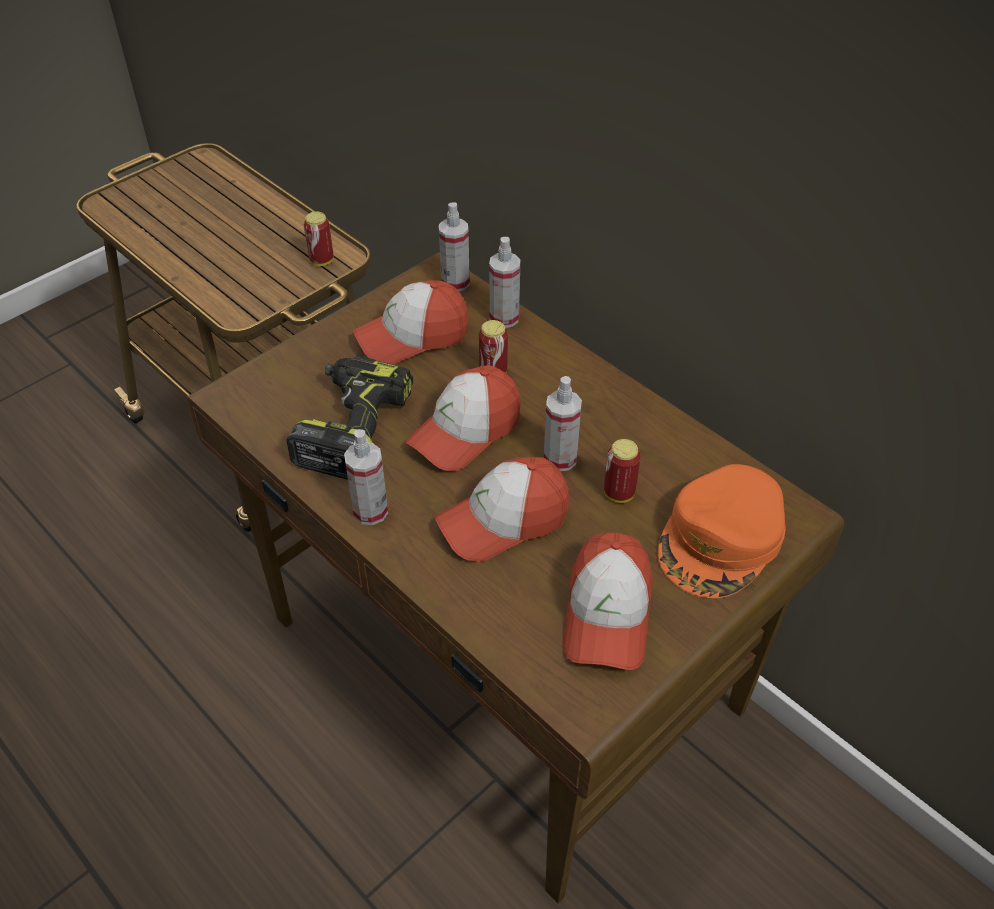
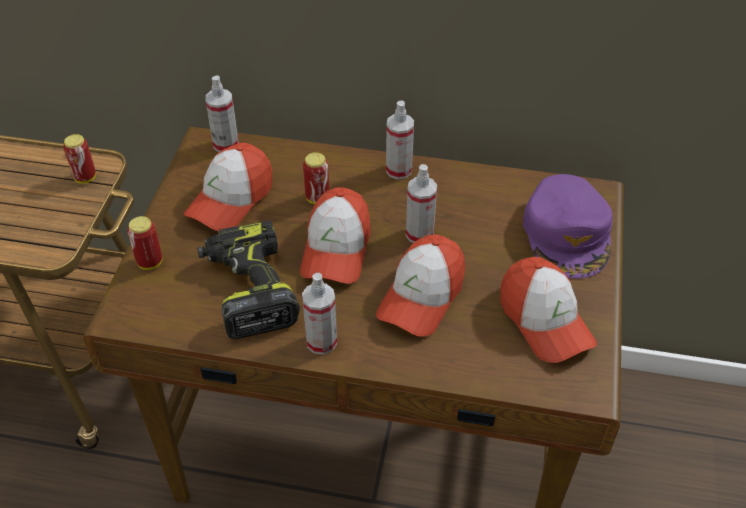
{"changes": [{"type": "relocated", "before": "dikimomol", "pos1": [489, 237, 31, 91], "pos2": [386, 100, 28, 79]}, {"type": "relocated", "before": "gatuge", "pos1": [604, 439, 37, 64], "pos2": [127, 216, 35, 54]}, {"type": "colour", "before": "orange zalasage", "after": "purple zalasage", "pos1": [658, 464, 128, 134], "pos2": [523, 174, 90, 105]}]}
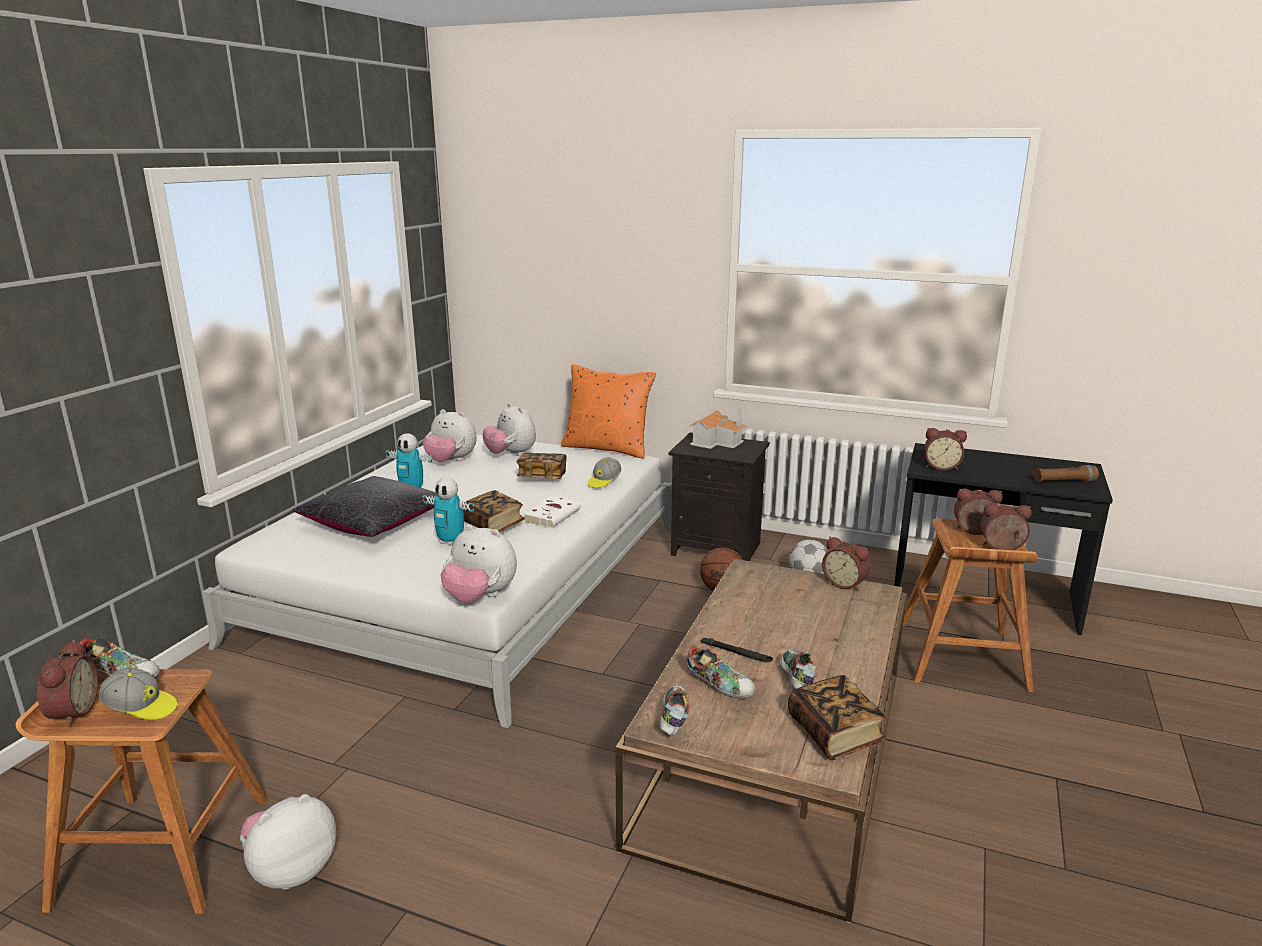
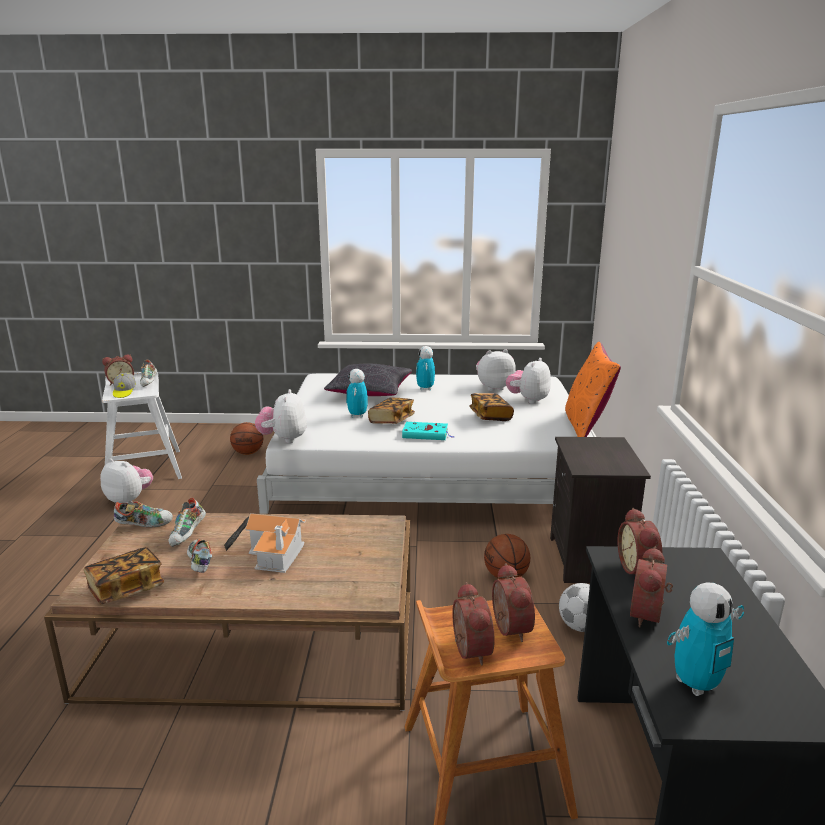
{"changes": [{"type": "colour", "before": "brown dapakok", "after": "white dapakok", "pos1": [15, 669, 253, 245], "pos2": [102, 372, 80, 107]}, {"type": "spun", "before": "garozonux", "pos1": [423, 409, 54, 53], "pos2": [476, 349, 40, 42], "turn": 75}, {"type": "colour", "before": "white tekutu", "after": "turquoise tekutu", "pos1": [524, 496, 57, 32], "pos2": [402, 422, 53, 18]}, {"type": "missing", "before": "zalasage", "pos1": [588, 458, 34, 30]}, {"type": "relocated", "before": "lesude", "pos1": [689, 408, 58, 41], "pos2": [245, 513, 61, 60]}, {"type": "spun", "before": "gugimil", "pos1": [780, 649, 37, 40], "pos2": [187, 539, 25, 34], "turn": -90}, {"type": "relocated", "before": "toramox", "pos1": [822, 537, 48, 54], "pos2": [630, 547, 43, 80]}, {"type": "exchanged", "before": "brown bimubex", "after": "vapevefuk", "pos1": [1034, 465, 65, 17], "pos2": [667, 582, 77, 114]}, {"type": "appeared", "after": "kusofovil", "pos2": [230, 422, 33, 33]}]}
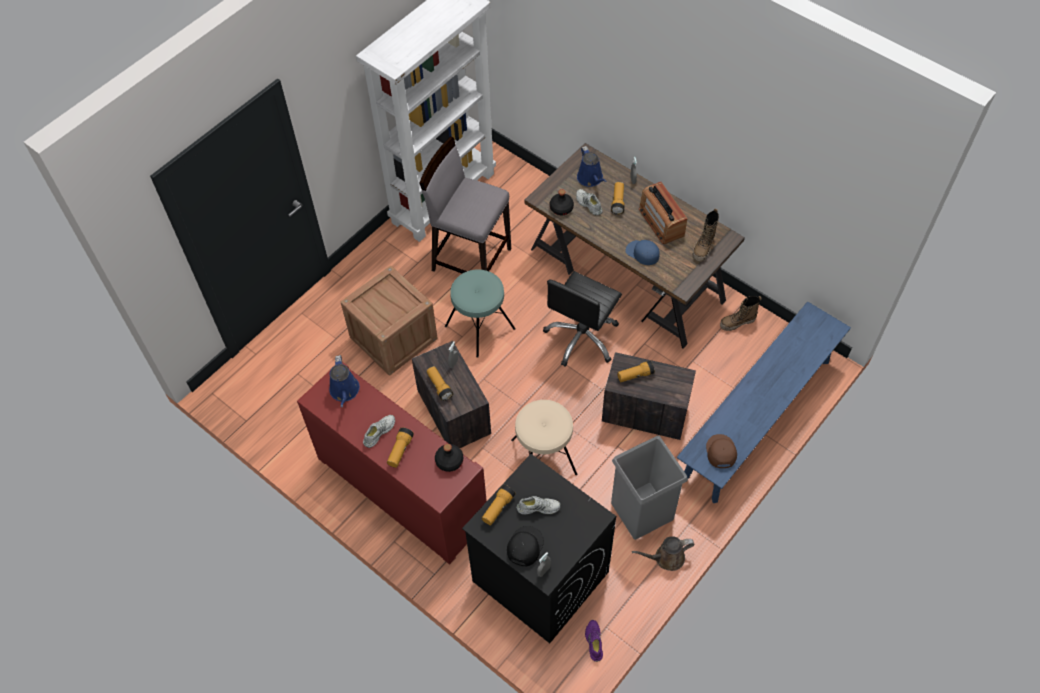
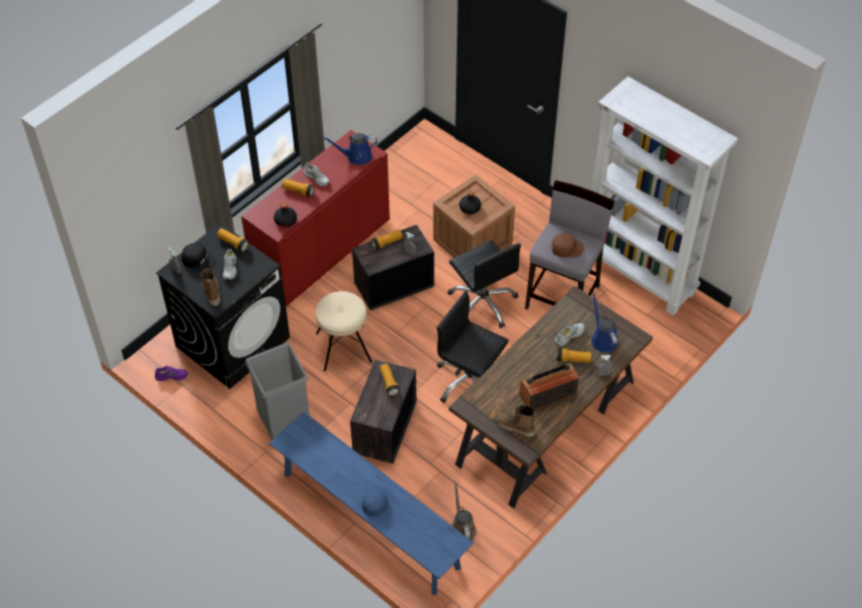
{"changes": [{"type": "exchanged", "before": "turquoise dapakok", "after": "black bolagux", "pos1": [445, 270, 71, 88], "pos2": [448, 240, 73, 88]}, {"type": "relocated", "before": "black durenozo", "pos1": [550, 189, 24, 26], "pos2": [459, 191, 22, 23]}, {"type": "spun", "before": "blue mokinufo", "pos1": [577, 146, 30, 41], "pos2": [591, 292, 27, 61], "turn": 90}, {"type": "relocated", "before": "blue zalasage", "pos1": [625, 240, 35, 25], "pos2": [362, 487, 33, 29]}, {"type": "relocated", "before": "brown mokinufo", "pos1": [632, 536, 63, 35], "pos2": [451, 481, 26, 60]}, {"type": "relocated", "before": "brown zalasage", "pos1": [706, 434, 31, 34], "pos2": [552, 233, 33, 25]}, {"type": "relocated", "before": "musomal", "pos1": [720, 296, 42, 35], "pos2": [200, 268, 20, 38]}]}
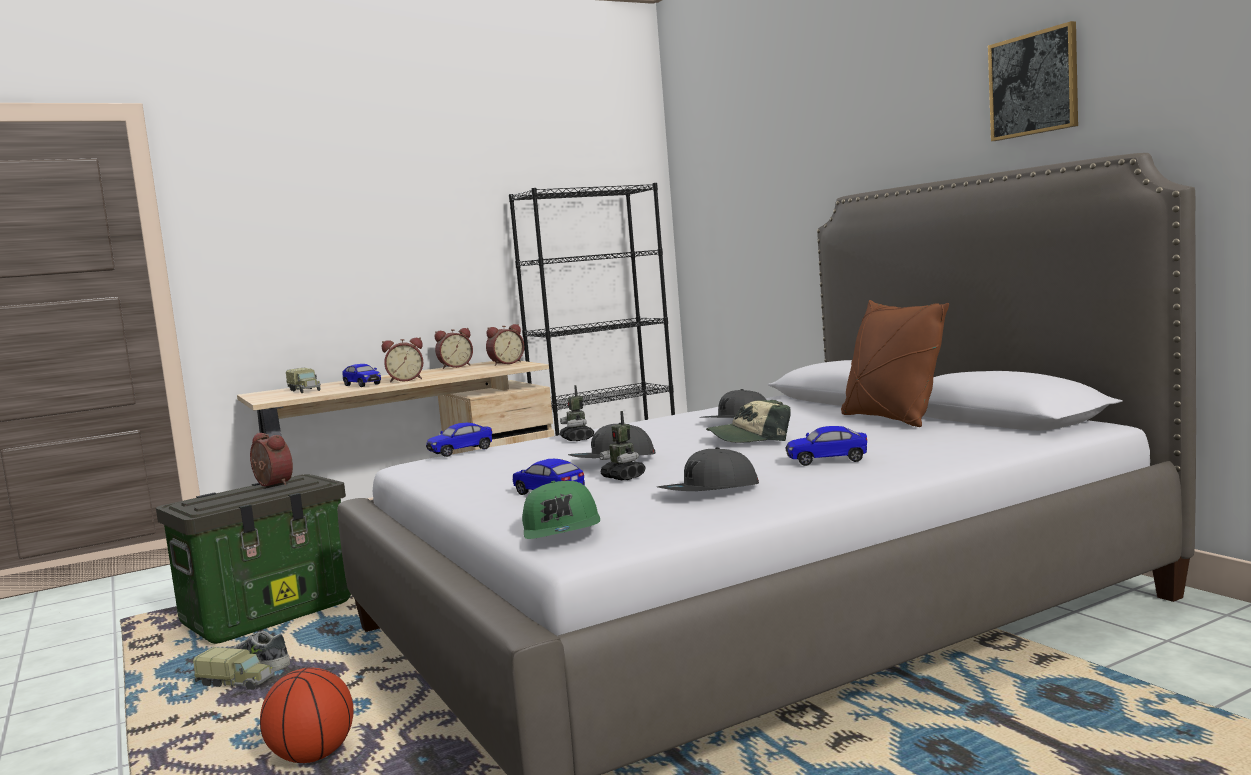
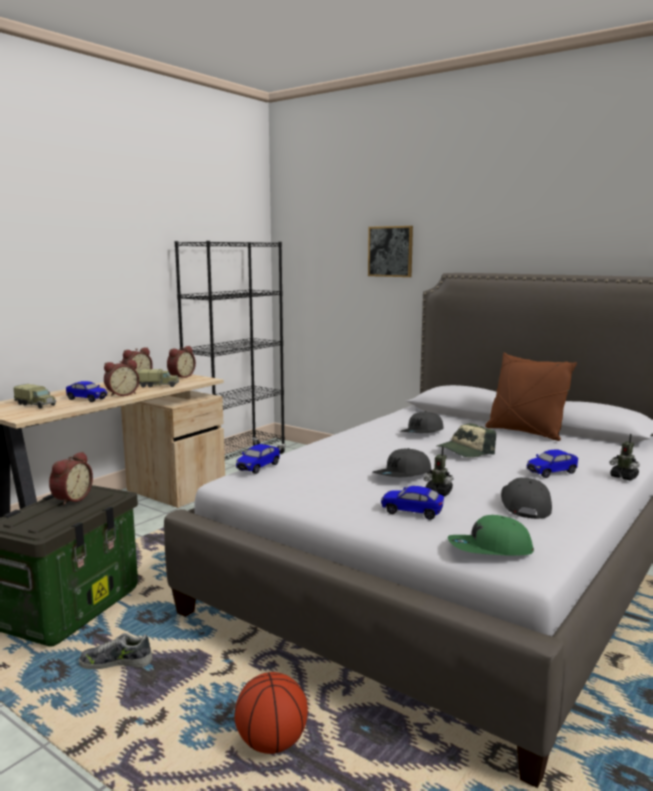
{"changes": [{"type": "relocated", "before": "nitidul", "pos1": [193, 647, 82, 43], "pos2": [137, 369, 42, 19]}, {"type": "spun", "before": "toramox", "pos1": [250, 433, 43, 53], "pos2": [49, 452, 44, 54], "turn": 90}, {"type": "spun", "before": "green zalasage", "pos1": [522, 481, 78, 58], "pos2": [448, 515, 86, 41], "turn": 120}, {"type": "relocated", "before": "vapevefuk", "pos1": [560, 385, 34, 56], "pos2": [609, 434, 31, 46]}, {"type": "spun", "before": "grey zalasage", "pos1": [658, 447, 101, 44], "pos2": [501, 478, 51, 41], "turn": 150}, {"type": "relocated", "before": "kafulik", "pos1": [988, 21, 90, 120], "pos2": [368, 226, 45, 51]}]}
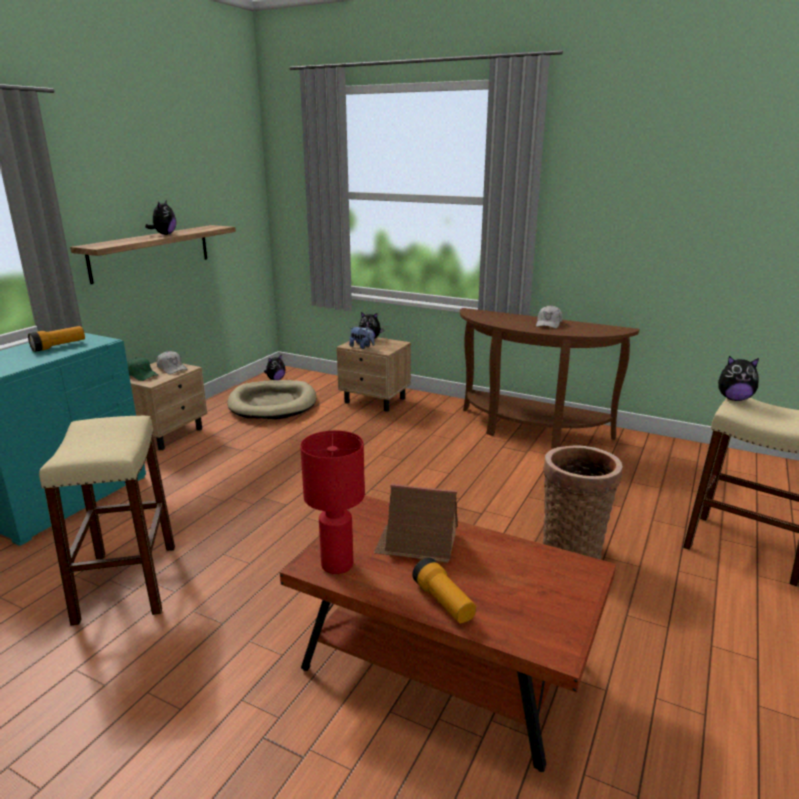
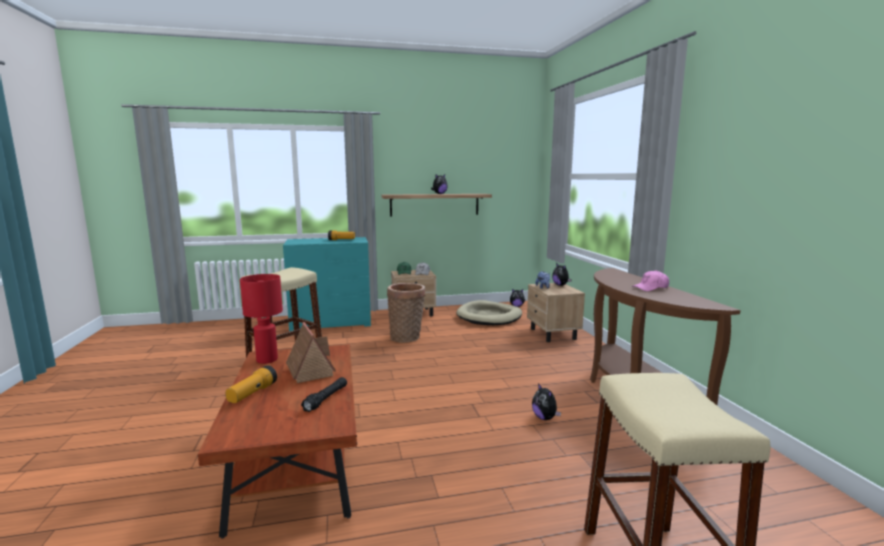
{"changes": [{"type": "colour", "before": "white zalasage", "after": "pink zalasage", "pos1": [536, 305, 27, 24], "pos2": [632, 270, 37, 21]}, {"type": "relocated", "before": "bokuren", "pos1": [543, 445, 80, 114], "pos2": [387, 283, 39, 60]}, {"type": "relocated", "before": "garozonux", "pos1": [718, 356, 41, 45], "pos2": [532, 383, 29, 37]}, {"type": "appeared", "after": "black bimubex", "pos2": [301, 377, 46, 35]}]}
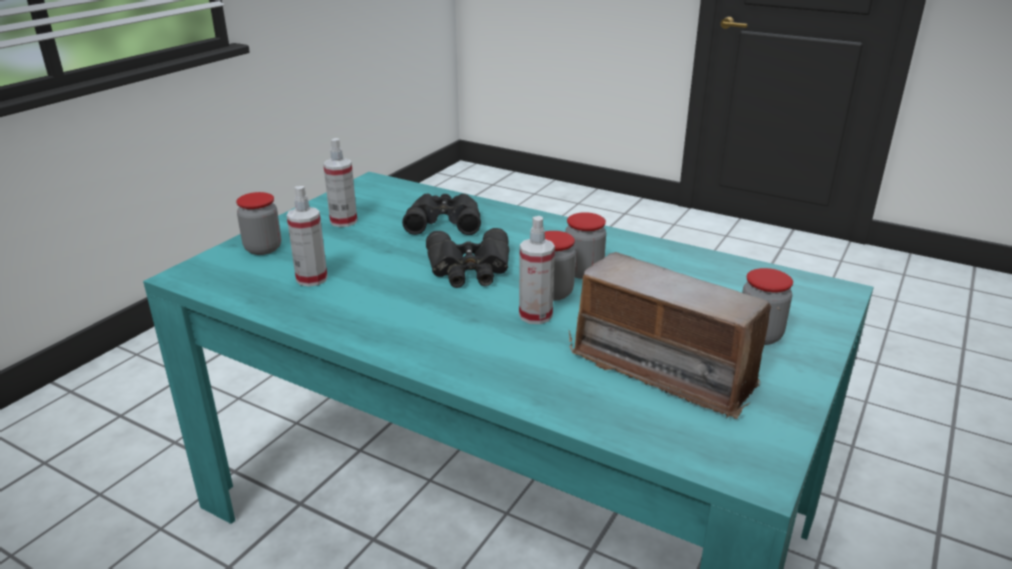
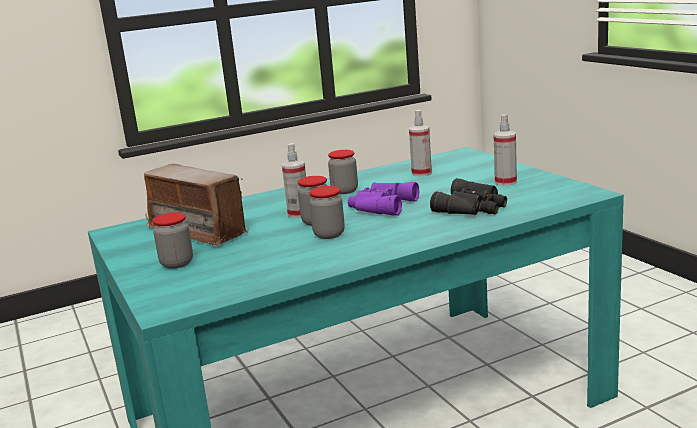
{"changes": [{"type": "relocated", "before": "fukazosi", "pos1": [236, 192, 45, 63], "pos2": [328, 150, 30, 44]}, {"type": "colour", "before": "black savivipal", "after": "purple savivipal", "pos1": [426, 228, 83, 60], "pos2": [348, 182, 71, 34]}, {"type": "spun", "before": "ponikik", "pos1": [569, 252, 212, 167], "pos2": [144, 164, 105, 83], "turn": -120}]}
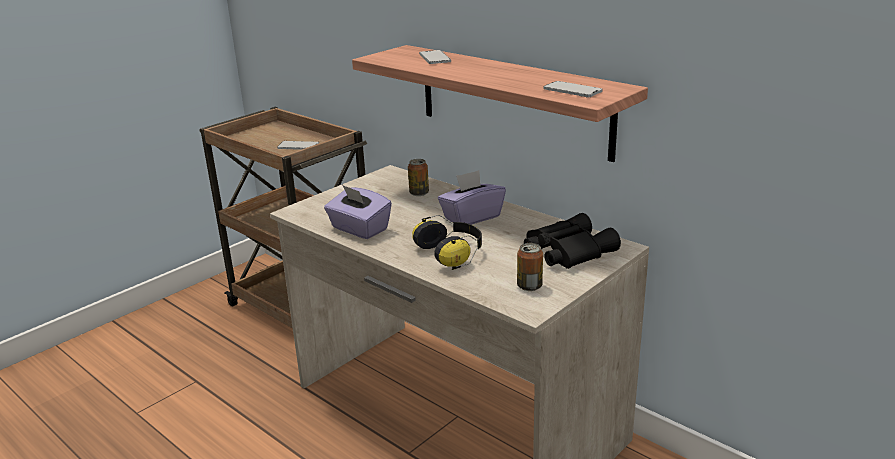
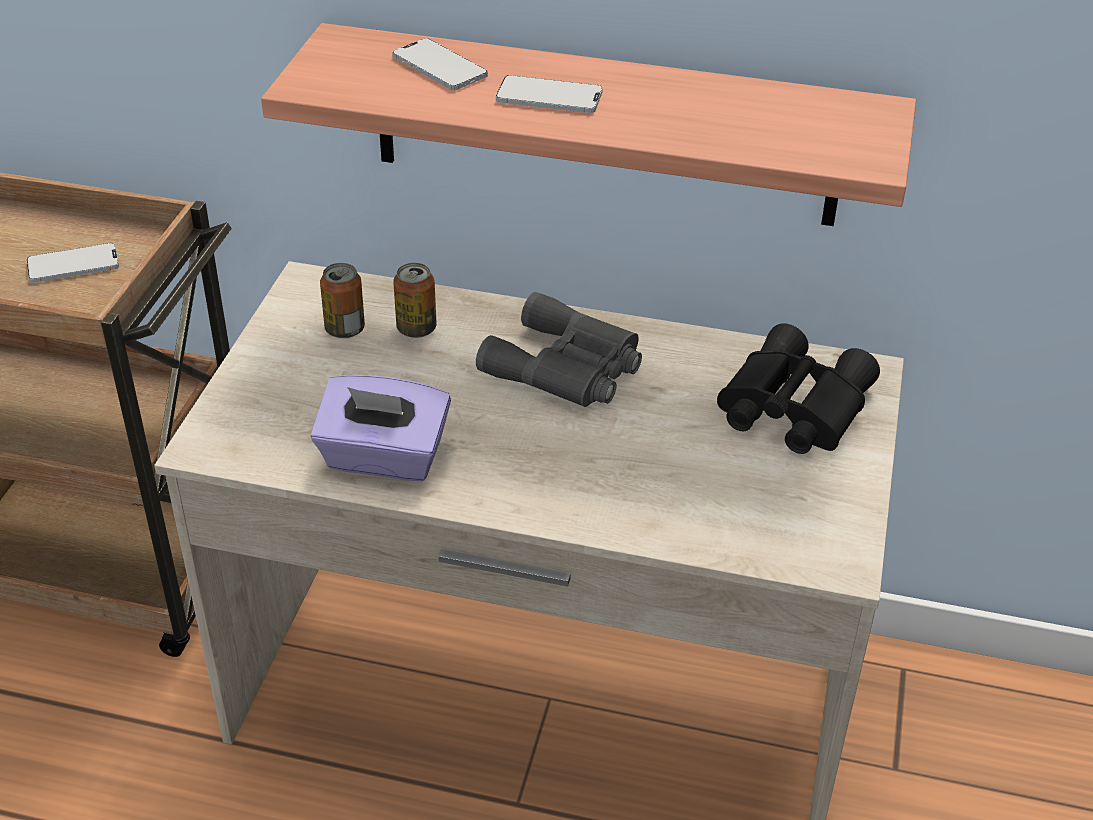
{"changes": [{"type": "missing", "before": "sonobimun", "pos1": [412, 215, 70, 55]}, {"type": "exchanged", "before": "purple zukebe", "after": "grey savivipal", "pos1": [438, 170, 68, 55], "pos2": [476, 292, 166, 115]}, {"type": "relocated", "before": "gatuge", "pos1": [517, 243, 26, 48], "pos2": [320, 263, 45, 75]}, {"type": "relocated", "before": "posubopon", "pos1": [543, 81, 60, 16], "pos2": [496, 75, 107, 38]}]}
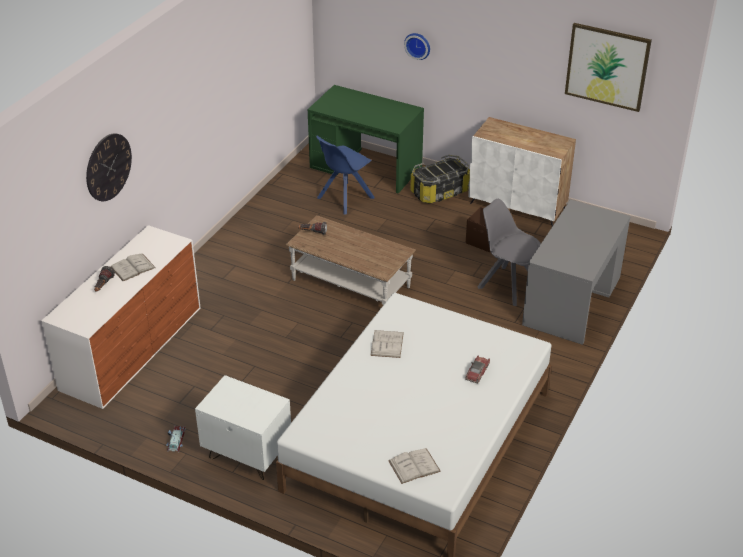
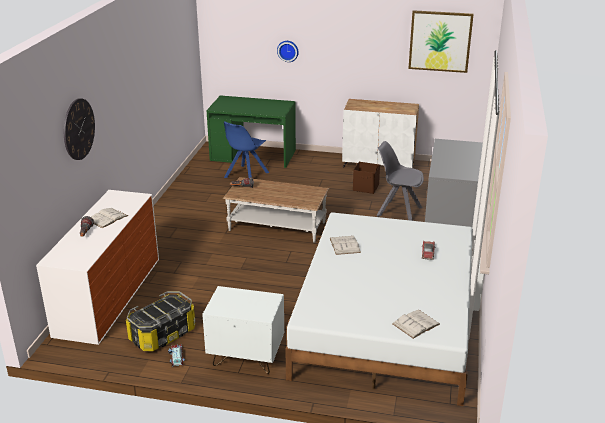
{"changes": [{"type": "relocated", "before": "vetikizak", "pos1": [410, 155, 60, 49], "pos2": [126, 291, 69, 60]}]}
